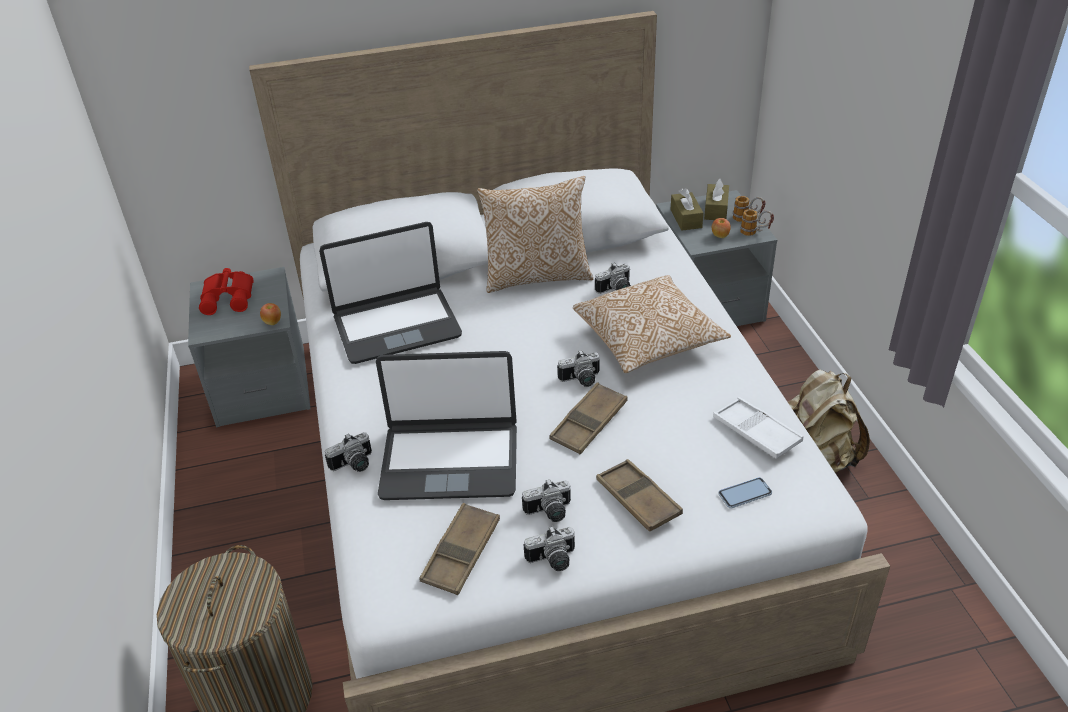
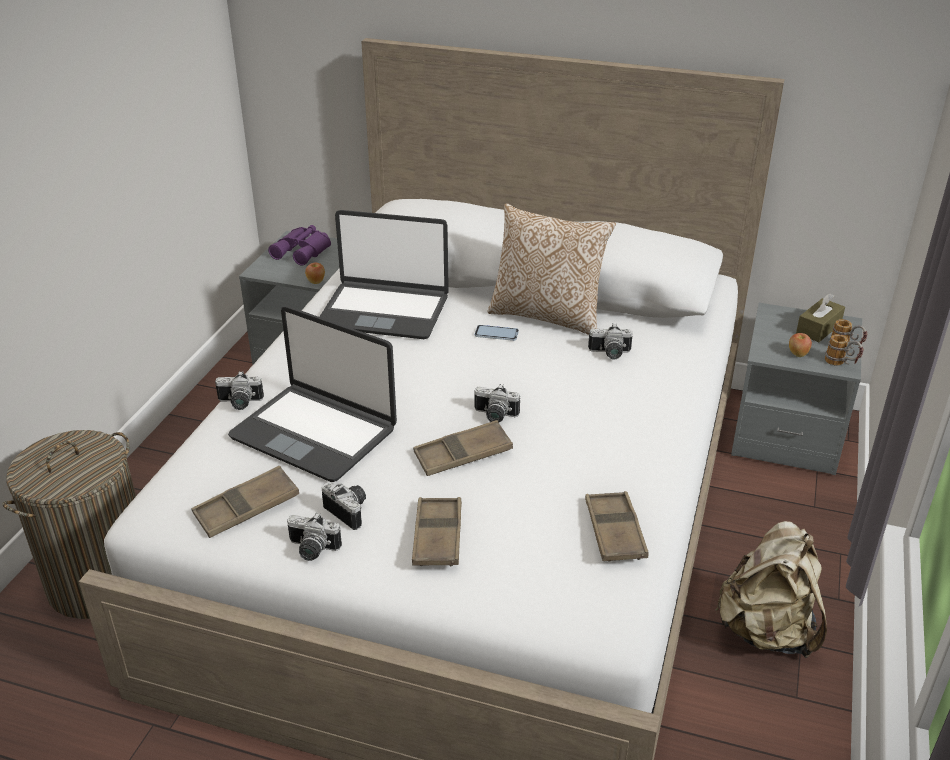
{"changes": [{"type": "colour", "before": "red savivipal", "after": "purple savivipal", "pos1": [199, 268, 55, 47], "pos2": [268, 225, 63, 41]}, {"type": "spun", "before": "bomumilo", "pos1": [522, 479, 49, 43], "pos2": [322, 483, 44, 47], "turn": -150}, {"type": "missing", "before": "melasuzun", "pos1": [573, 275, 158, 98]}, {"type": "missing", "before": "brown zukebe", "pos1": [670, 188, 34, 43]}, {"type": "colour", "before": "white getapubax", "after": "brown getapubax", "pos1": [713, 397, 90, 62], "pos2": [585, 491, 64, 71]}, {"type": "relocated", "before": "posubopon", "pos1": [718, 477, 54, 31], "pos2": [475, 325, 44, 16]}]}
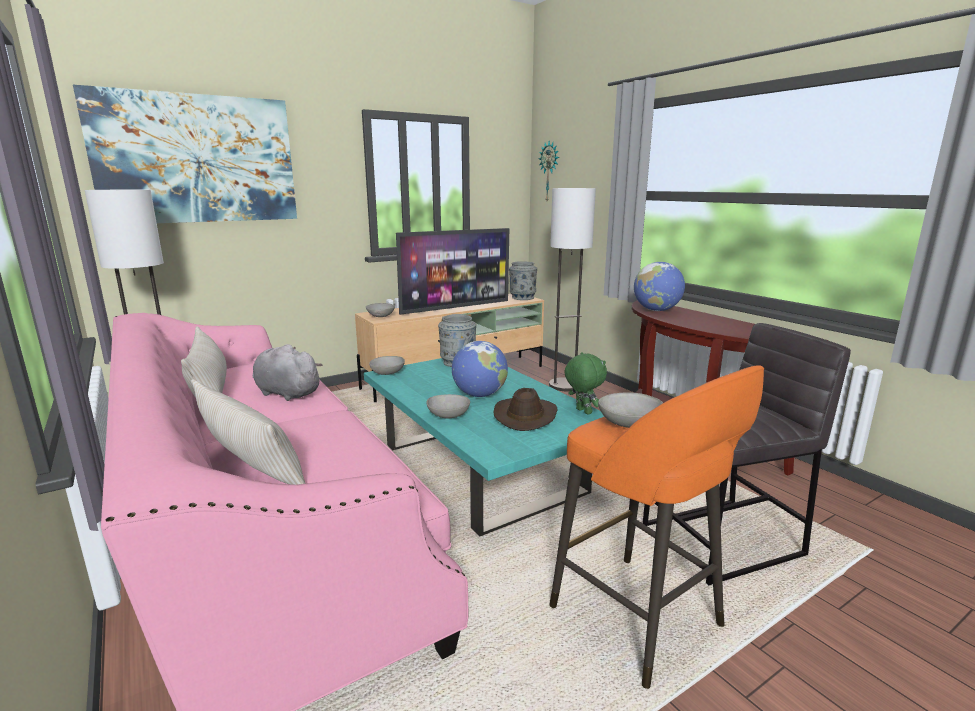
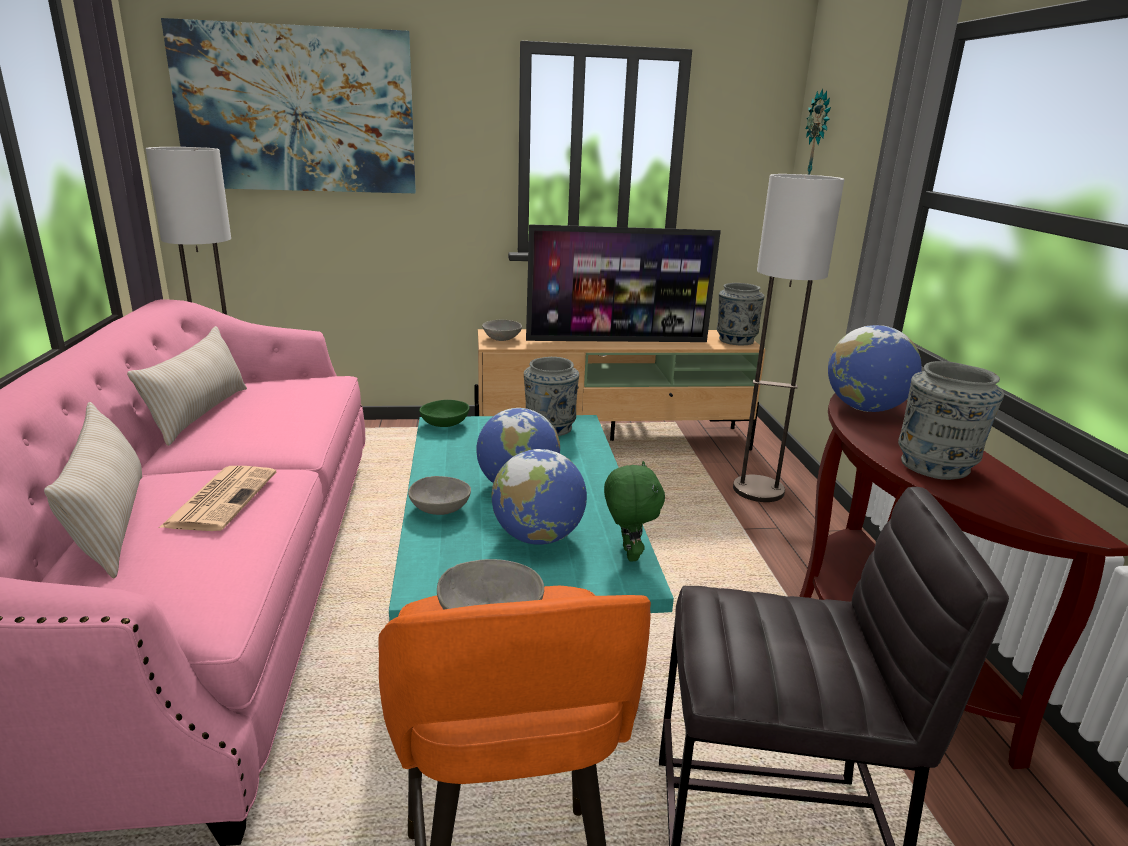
{"changes": [{"type": "missing", "before": "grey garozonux", "pos1": [253, 344, 70, 57]}, {"type": "colour", "before": "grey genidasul", "after": "green genidasul", "pos1": [369, 356, 36, 19], "pos2": [419, 400, 50, 27]}, {"type": "exchanged", "before": "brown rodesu", "after": "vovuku", "pos1": [494, 388, 63, 43], "pos2": [491, 449, 96, 96]}, {"type": "appeared", "after": "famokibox", "pos2": [159, 466, 117, 65]}, {"type": "appeared", "after": "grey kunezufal", "pos2": [898, 361, 106, 119]}]}
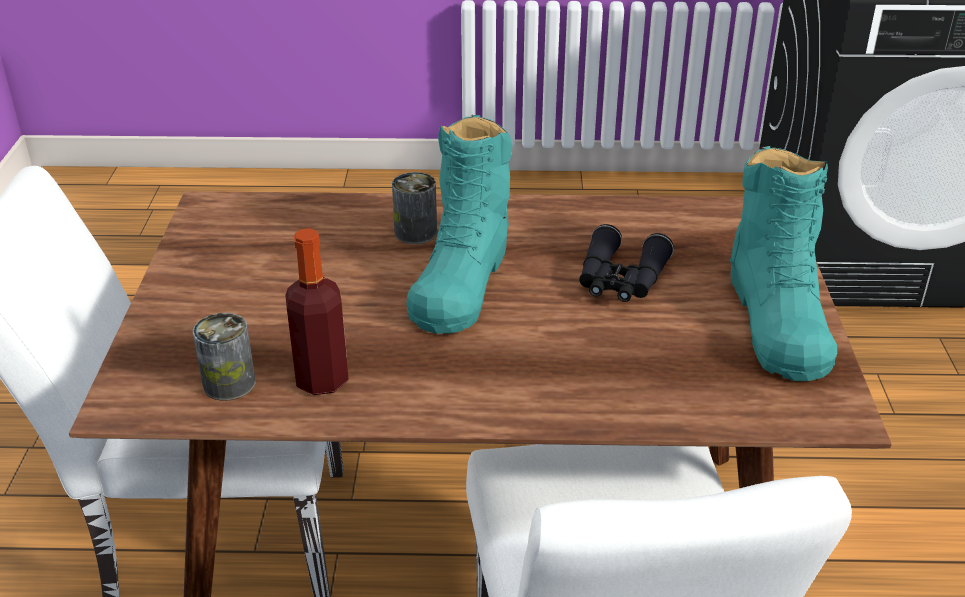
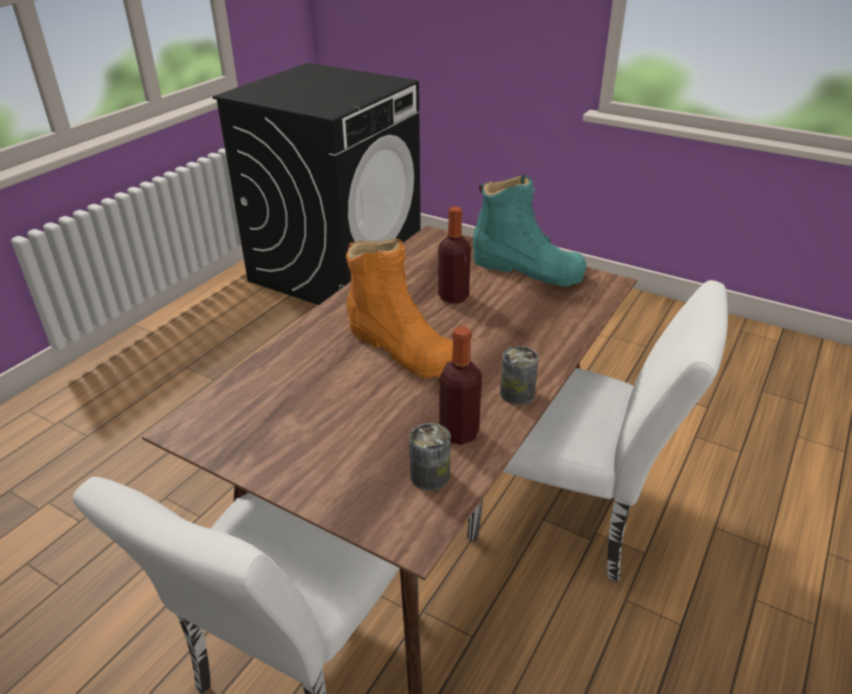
{"changes": [{"type": "relocated", "before": "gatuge", "pos1": [392, 172, 45, 72], "pos2": [500, 346, 39, 59]}, {"type": "colour", "before": "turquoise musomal", "after": "orange musomal", "pos1": [406, 115, 106, 219], "pos2": [346, 238, 107, 141]}, {"type": "exchanged", "before": "black savivipal", "after": "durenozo", "pos1": [579, 224, 95, 78], "pos2": [438, 206, 33, 98]}]}
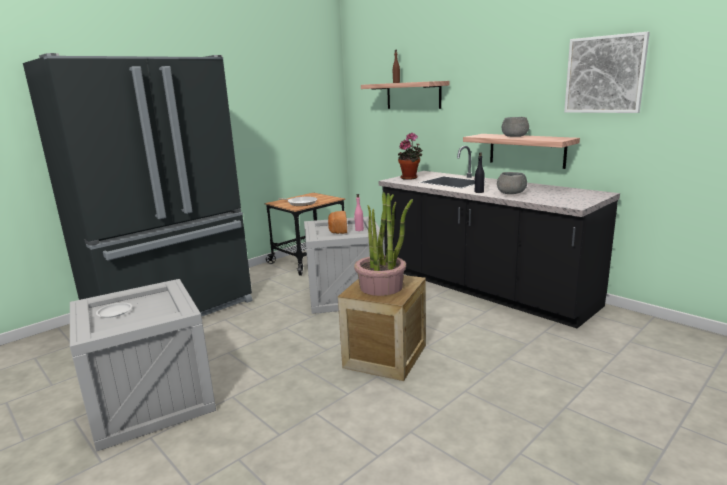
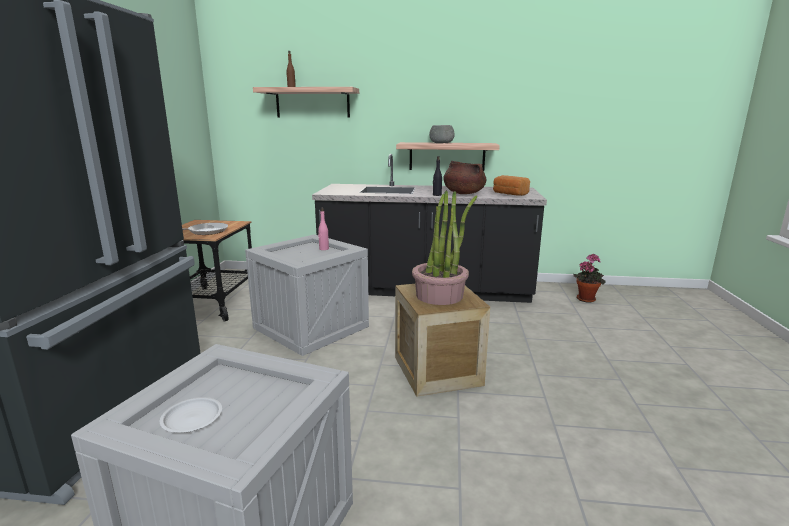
{"changes": [{"type": "relocated", "before": "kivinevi", "pos1": [328, 211, 19, 23], "pos2": [493, 175, 37, 21]}, {"type": "relocated", "before": "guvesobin", "pos1": [398, 133, 25, 47], "pos2": [573, 253, 33, 50]}, {"type": "exchanged", "before": "grey genidasul", "after": "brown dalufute", "pos1": [497, 172, 30, 22], "pos2": [443, 161, 43, 33]}, {"type": "missing", "before": "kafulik", "pos1": [564, 32, 86, 81]}]}
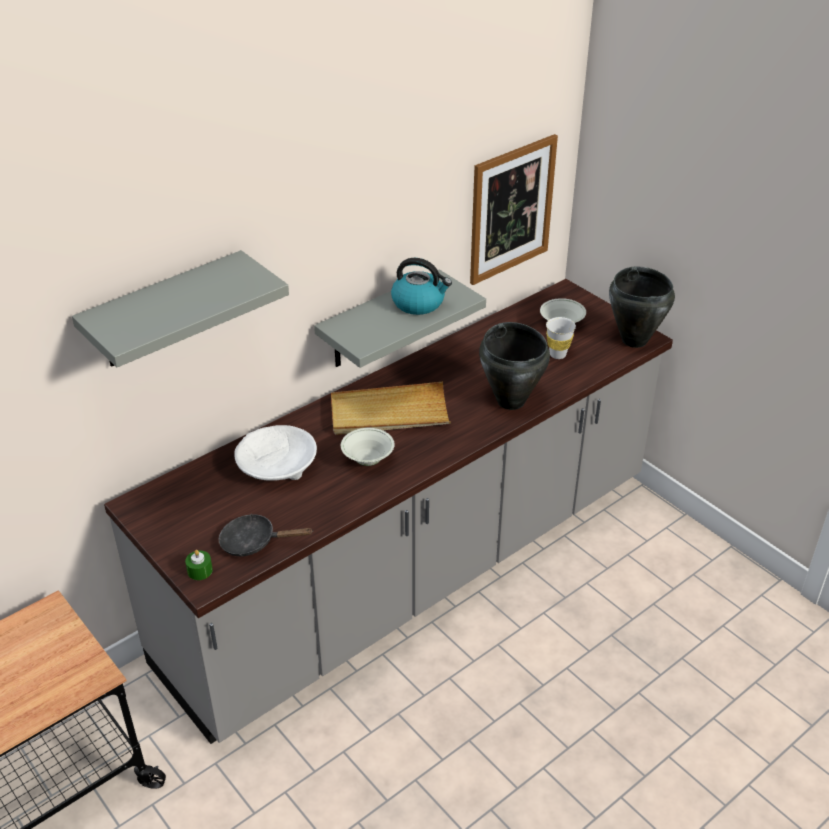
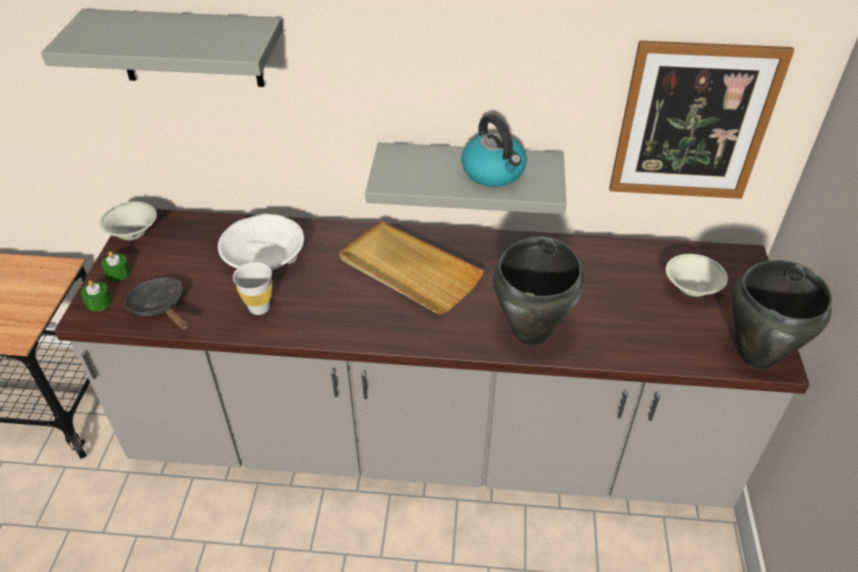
{"changes": [{"type": "relocated", "before": "white genidasul", "pos1": [341, 428, 54, 38], "pos2": [99, 201, 58, 39]}, {"type": "relocated", "before": "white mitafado", "pos1": [546, 317, 30, 42], "pos2": [233, 262, 39, 53]}, {"type": "appeared", "after": "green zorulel", "pos2": [101, 251, 30, 31]}]}
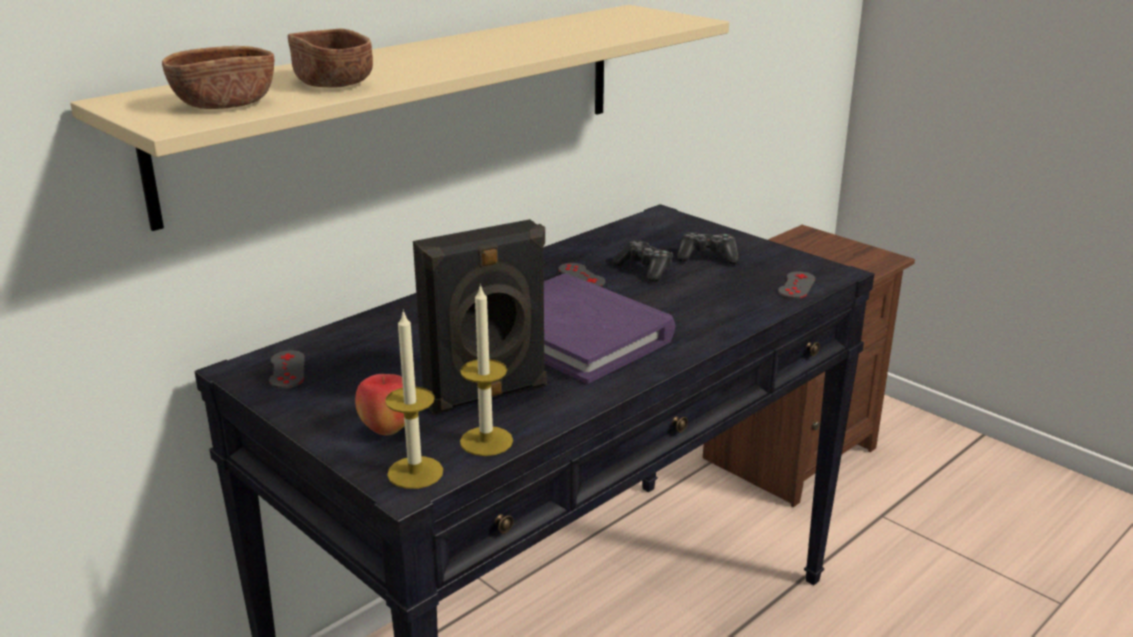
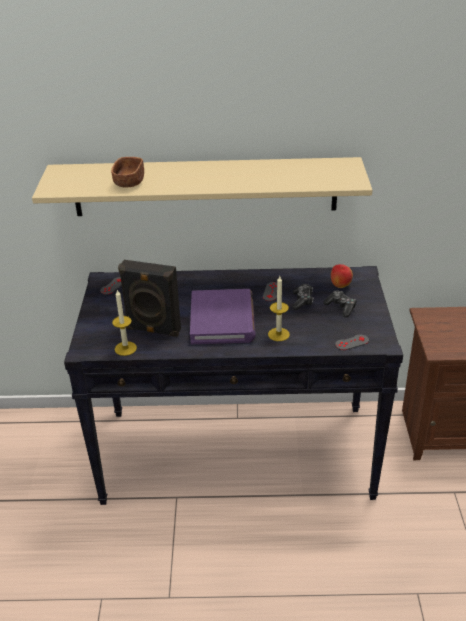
{"changes": [{"type": "missing", "before": "brown genidasul", "pos1": [162, 46, 112, 63]}, {"type": "relocated", "before": "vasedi", "pos1": [355, 374, 50, 61], "pos2": [331, 264, 22, 24]}, {"type": "relocated", "before": "zorulel", "pos1": [385, 309, 58, 180], "pos2": [268, 276, 22, 65]}]}
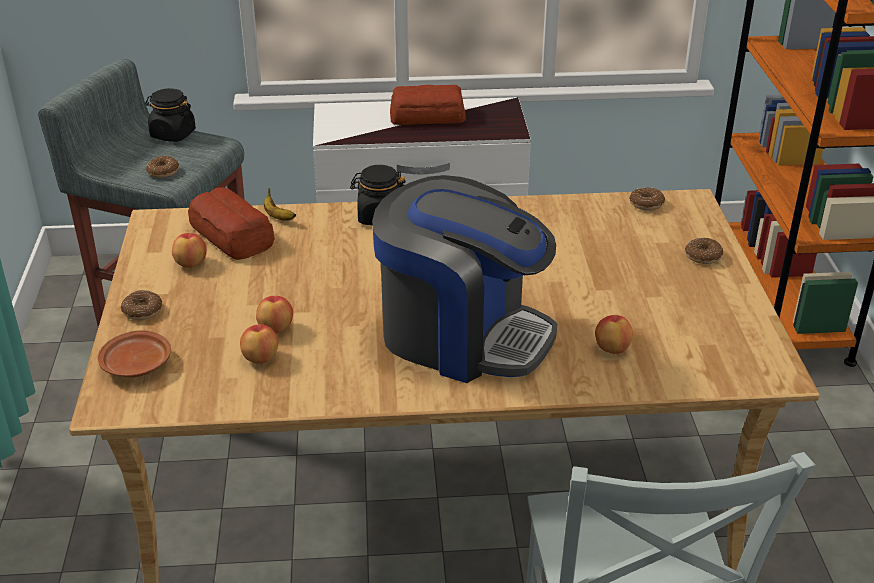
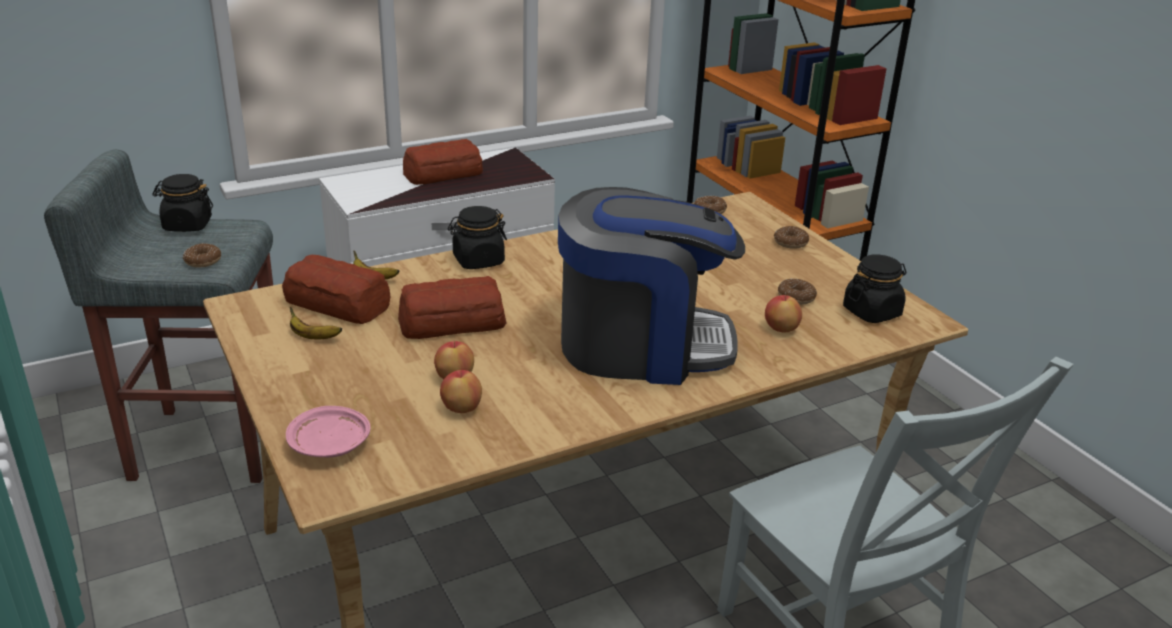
{"changes": [{"type": "colour", "before": "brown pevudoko", "after": "pink pevudoko", "pos1": [97, 330, 74, 47], "pos2": [286, 406, 84, 51]}, {"type": "relocated", "before": "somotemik", "pos1": [121, 290, 41, 30], "pos2": [778, 279, 39, 26]}, {"type": "exchanged", "before": "vasedi", "after": "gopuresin", "pos1": [172, 233, 35, 35], "pos2": [290, 307, 52, 33]}, {"type": "appeared", "after": "kivinevi", "pos2": [398, 276, 108, 63]}, {"type": "appeared", "after": "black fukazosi", "pos2": [843, 255, 63, 68]}]}
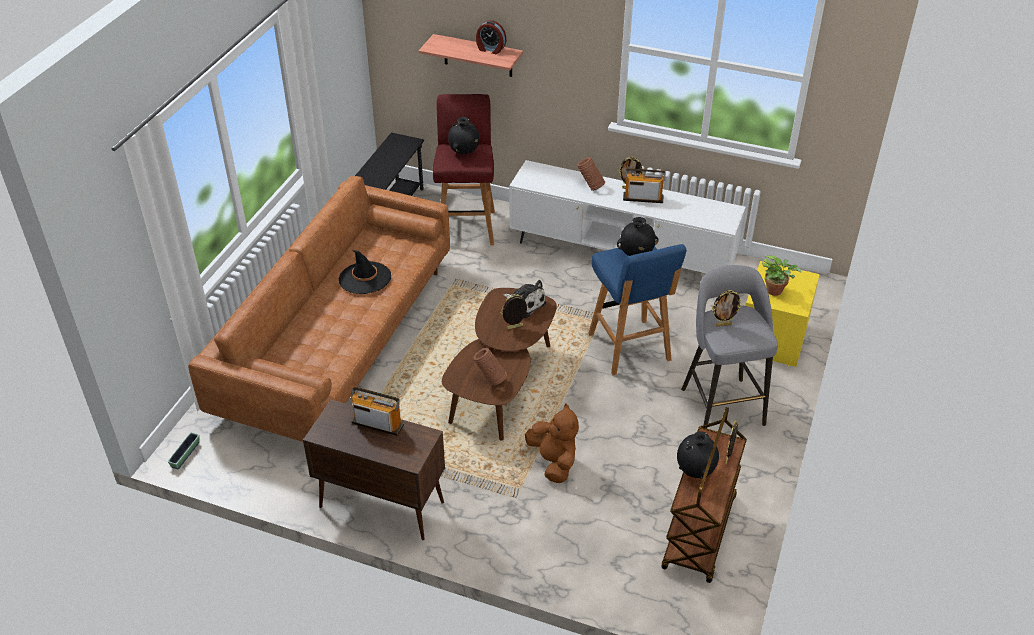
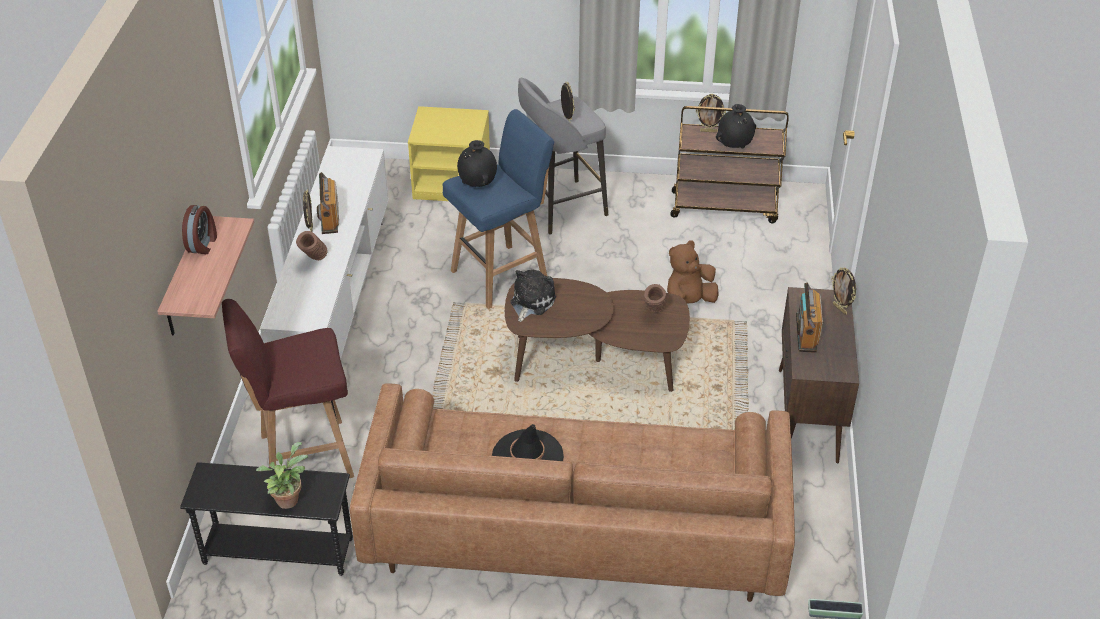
{"changes": [{"type": "missing", "before": "black kunezufal", "pos1": [448, 117, 31, 37]}, {"type": "relocated", "before": "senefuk", "pos1": [500, 294, 28, 35], "pos2": [831, 267, 25, 48]}, {"type": "relocated", "before": "guvesobin", "pos1": [762, 255, 39, 41], "pos2": [256, 442, 52, 67]}]}
